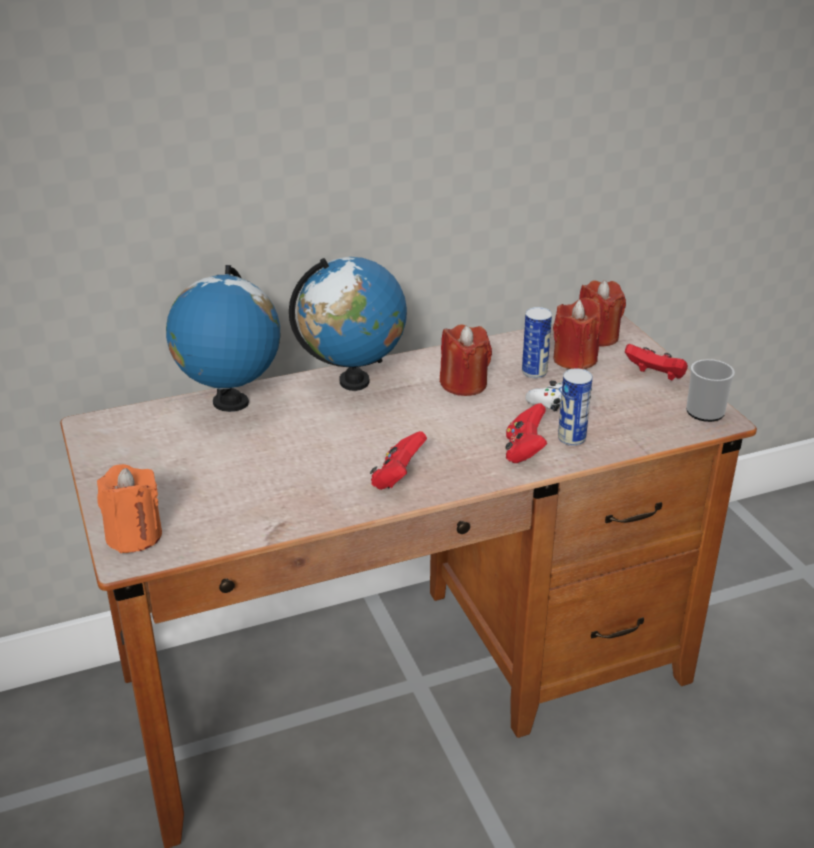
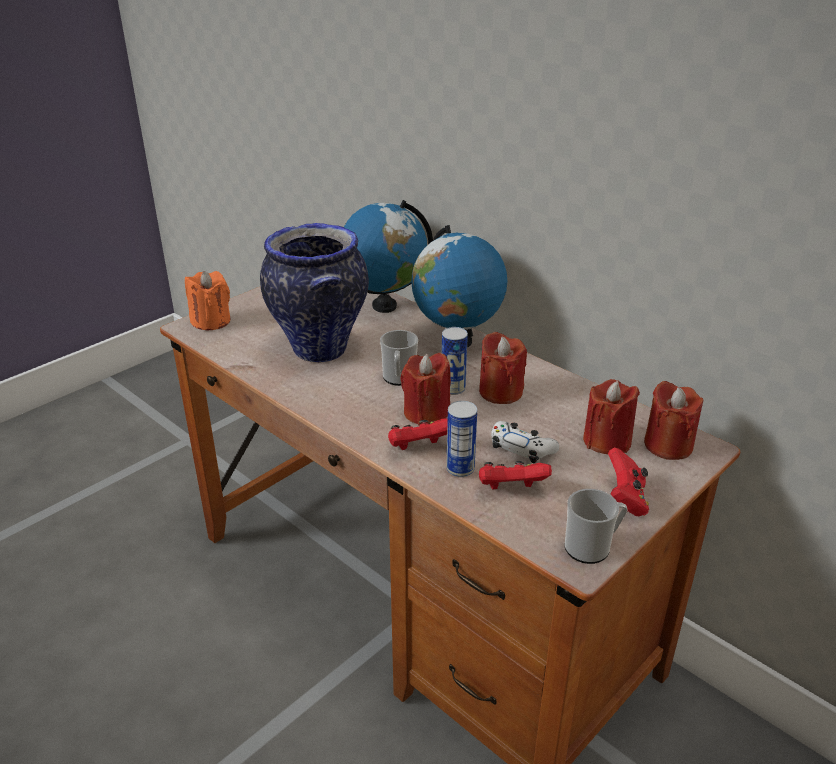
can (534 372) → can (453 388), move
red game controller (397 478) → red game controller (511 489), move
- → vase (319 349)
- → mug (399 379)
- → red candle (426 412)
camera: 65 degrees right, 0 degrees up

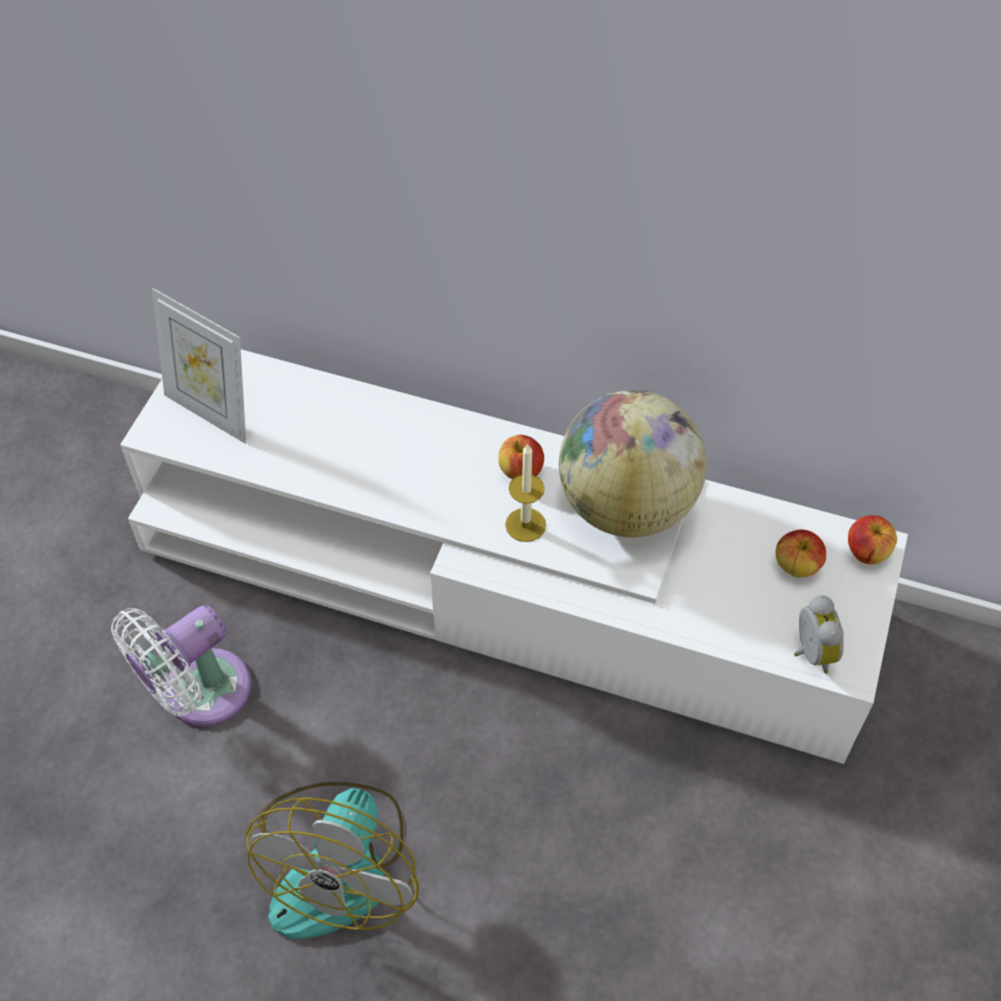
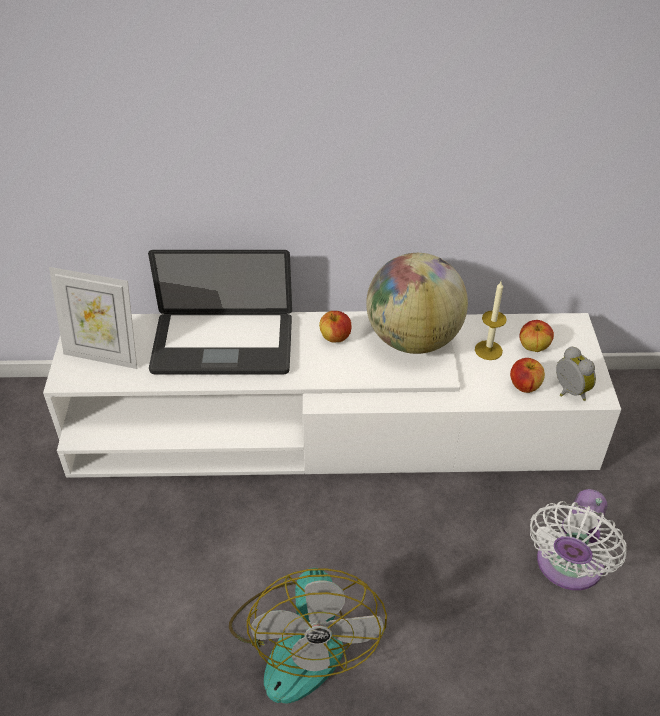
candle (525 525) → candle (488 350), move
apple (866 552) → apple (524 386), move
white fan (199 694) → white fan (567 567), move
- → laptop (223 345)
camera: 20 degrees left, 10 degrees down

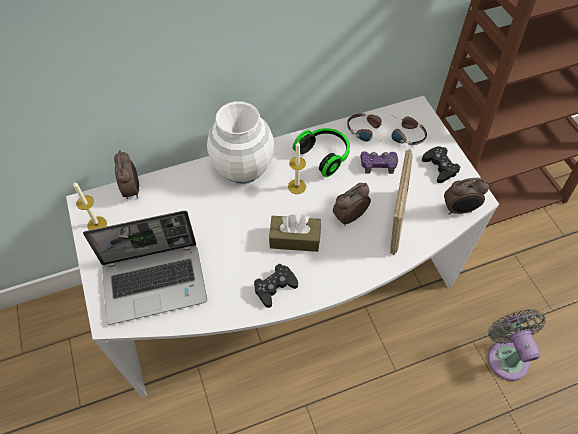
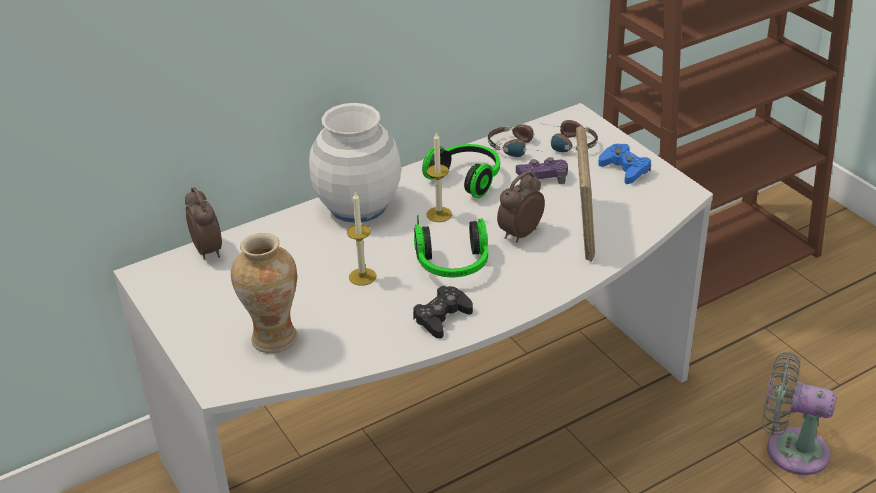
black game controller (440 167) → blue game controller (624 169)
alarm clock (459 210) → -
candle (97 224) → candle (362 276), move
laptop (155 282) → vase (273 337)
brown tissue box (294 239) → headphones (453 266)
grey fan (505 356) → grey fan (790 449), 45 degrees counterclockwise
camera: 10 degrees left, 20 degrees down

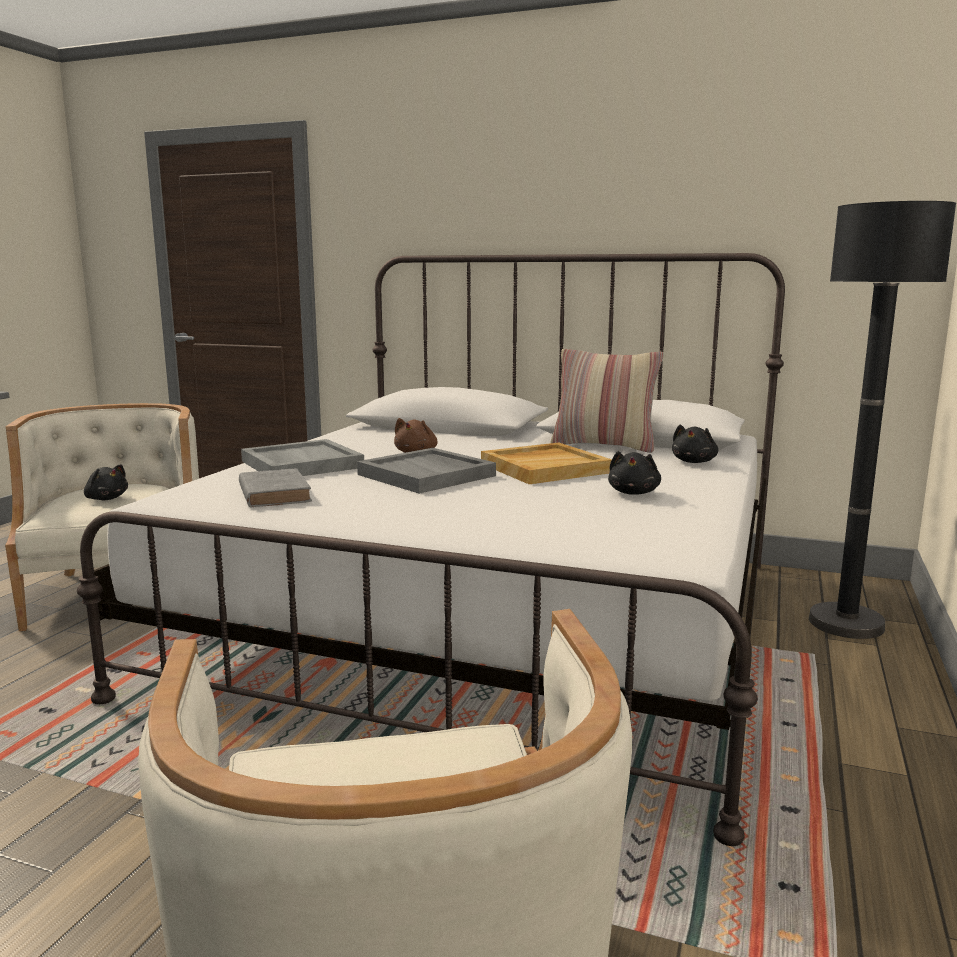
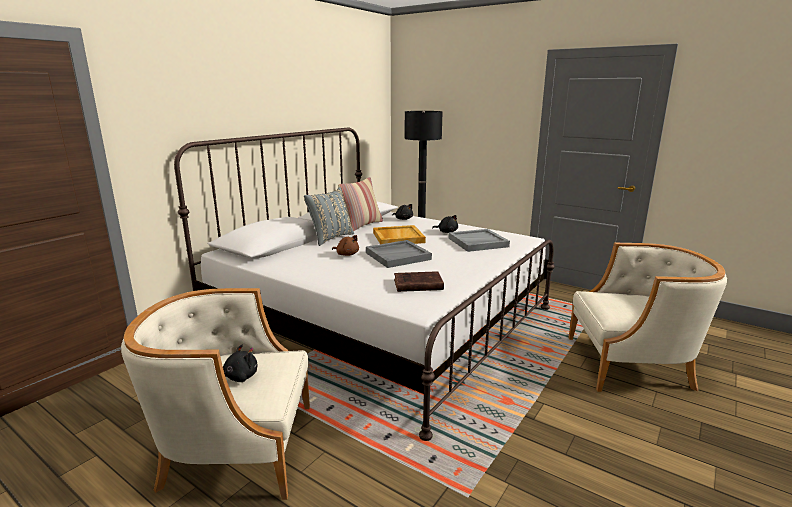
grey tray (301 464) → grey tray (477 242), move
grey book (274 493) → brown book (416 285)
- → grey pillow (330 238)
camera: 75 degrees left, 5 degrees up

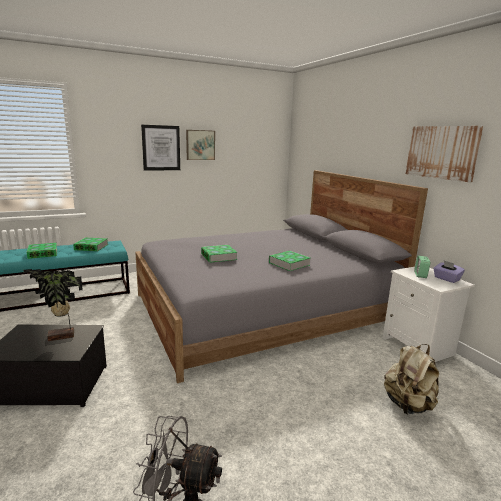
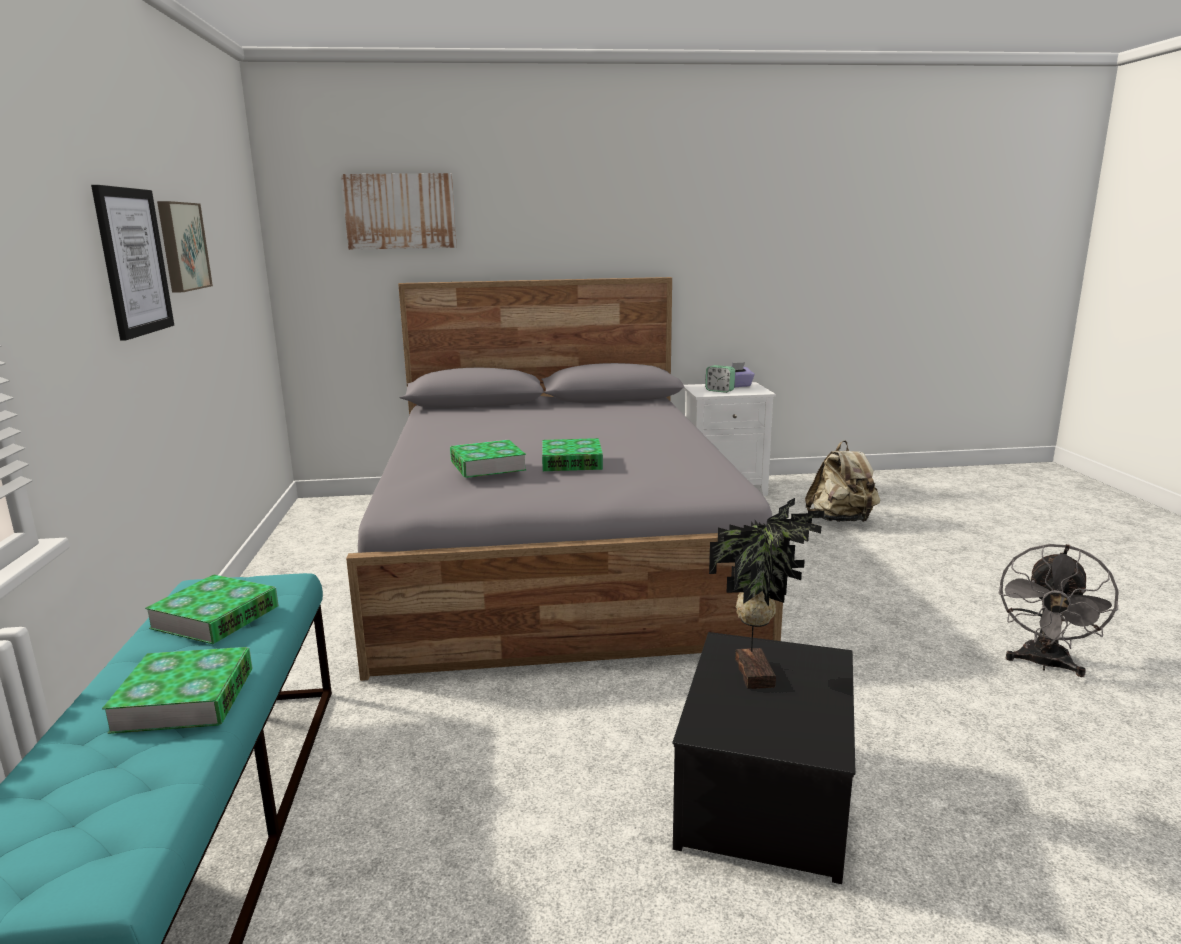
picture (442 152) → picture (400 211), move
book (289 264) → book (487 465), move
camera: 70 degrees left, 0 degrees up

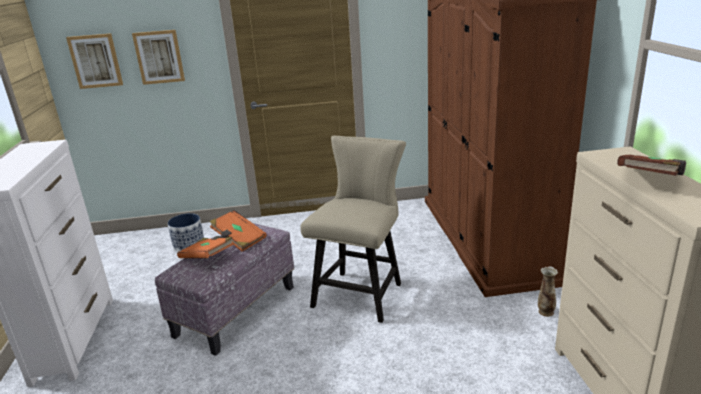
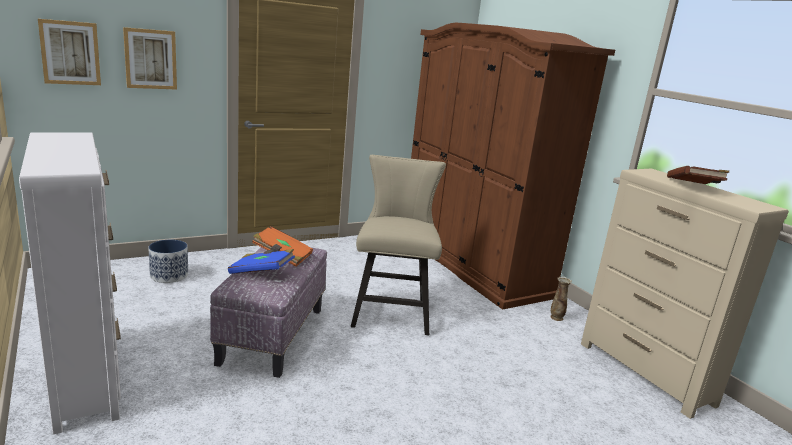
orange book (208 257) → blue book (262 272)
camera: 25 degrees left, 5 degrees down

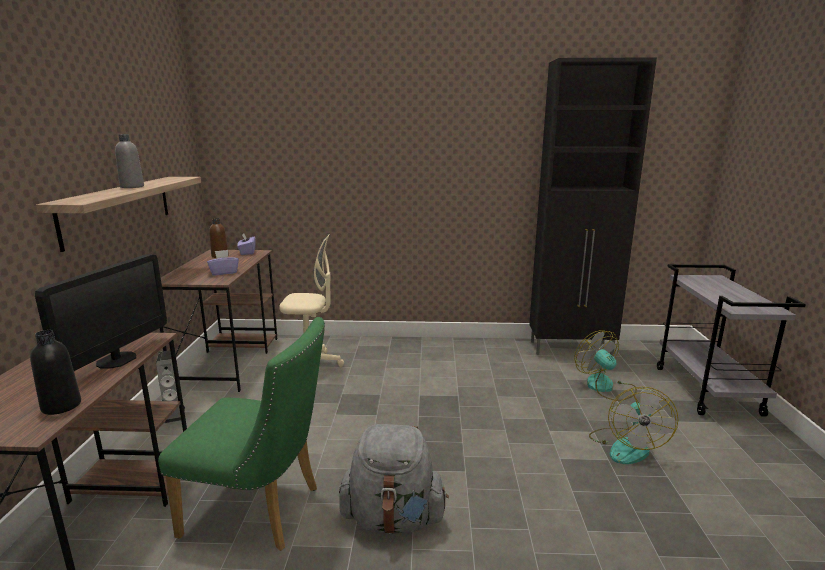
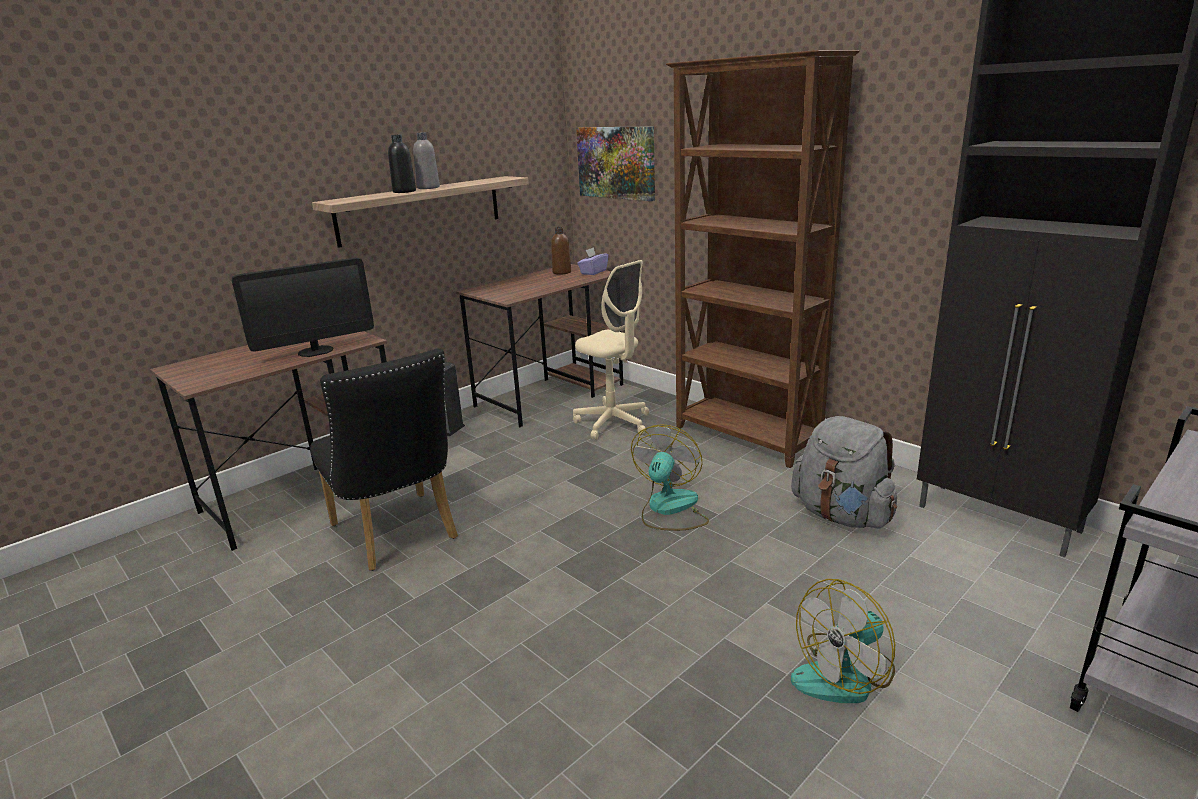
purple tissue box (224 272) → -
green chair (261 512) → black chair (398 536)
black bottle (61 406) → black bottle (404 191), move
fan (605 387) → fan (669 509), move
grey backpack (393 519) → grey backpack (842 515), move
- → brown bookcase (746 438)
- → picture (616 162)
camera: 45 degrees right, 5 degrees up

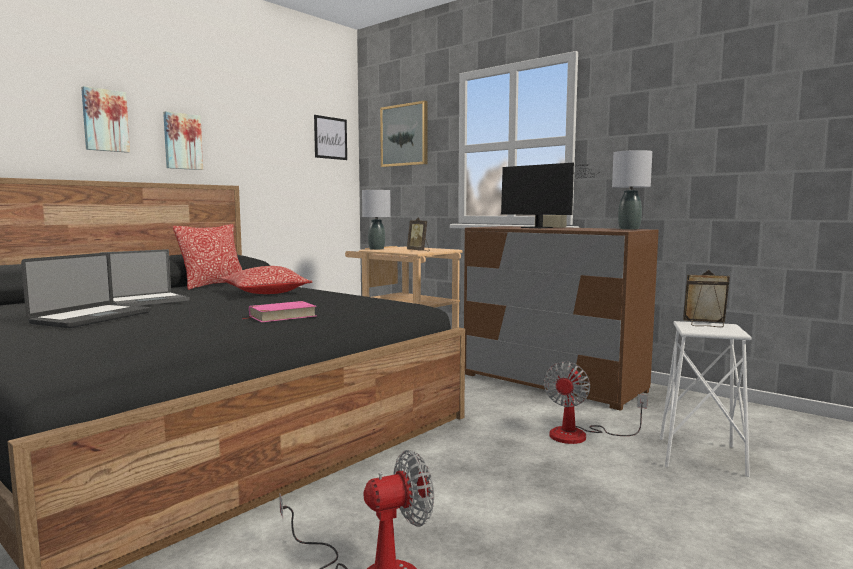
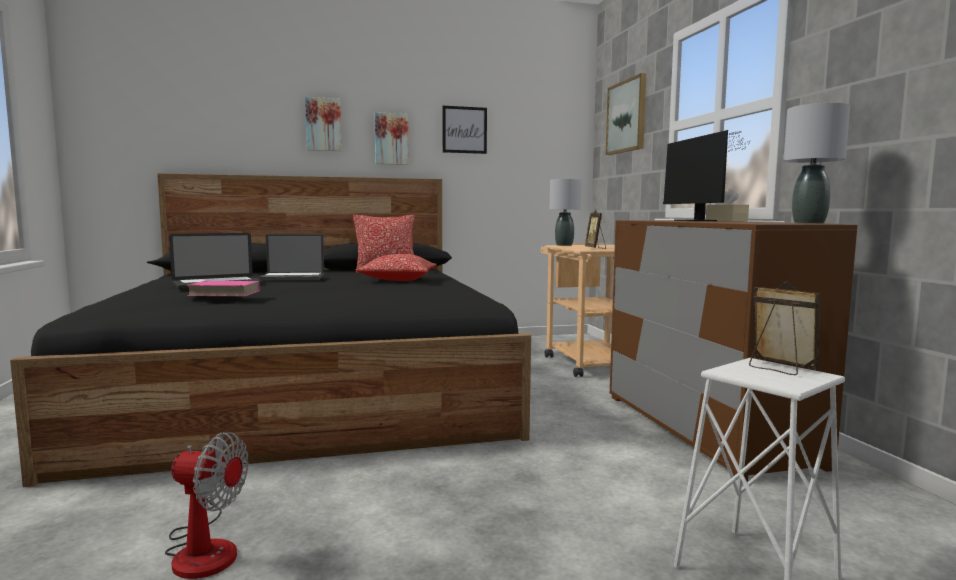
picture (330 138) → picture (464 130), move
pink book (282 316) → pink book (224 293), move
fan (580 435) → -
camera: 35 degrees right, 0 degrees up

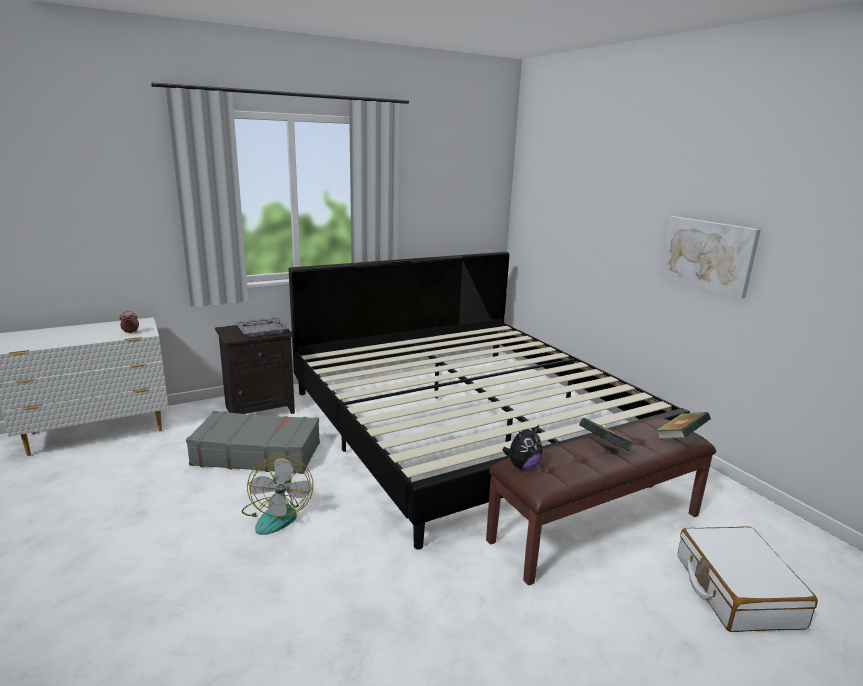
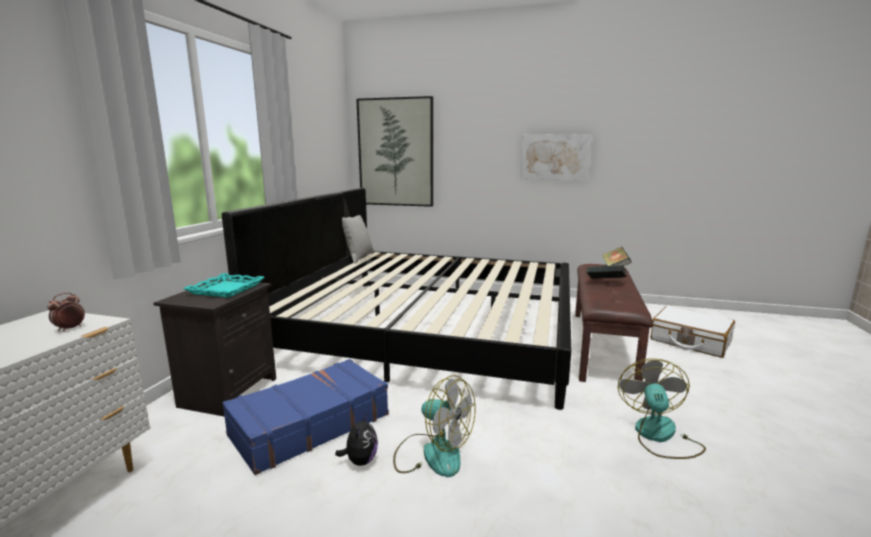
grey tray (262 331) → turquoise tray (227 289)
grey suitcase (257 453) → blue suitcase (309 424)
plush toy (522 466) → plush toy (360 461), move
- → picture (395 152)
- → grey pillow (358 258)
- → fan (659 436)
camera: 45 degrees left, 5 degrees down

